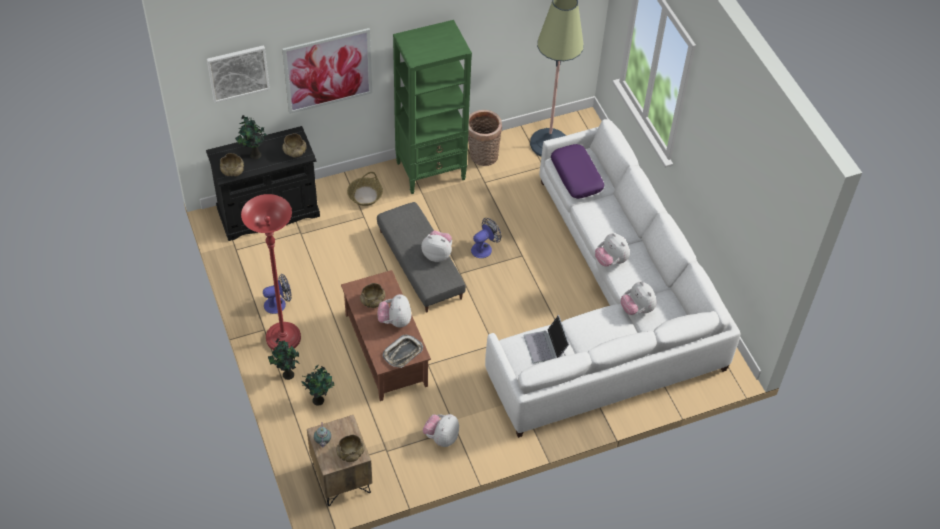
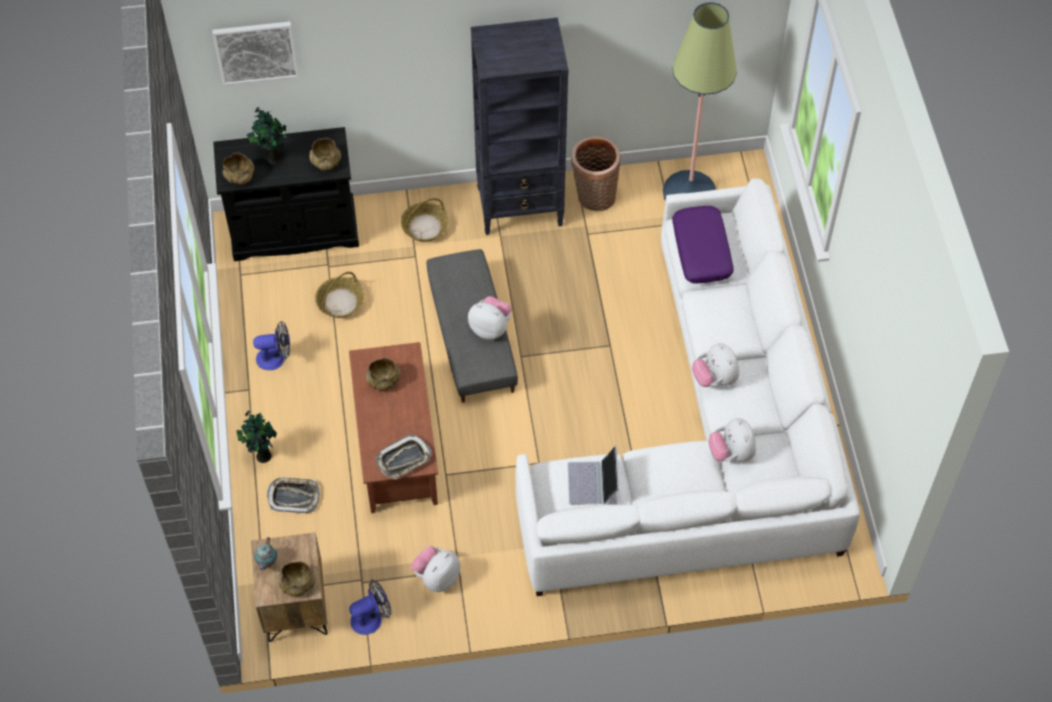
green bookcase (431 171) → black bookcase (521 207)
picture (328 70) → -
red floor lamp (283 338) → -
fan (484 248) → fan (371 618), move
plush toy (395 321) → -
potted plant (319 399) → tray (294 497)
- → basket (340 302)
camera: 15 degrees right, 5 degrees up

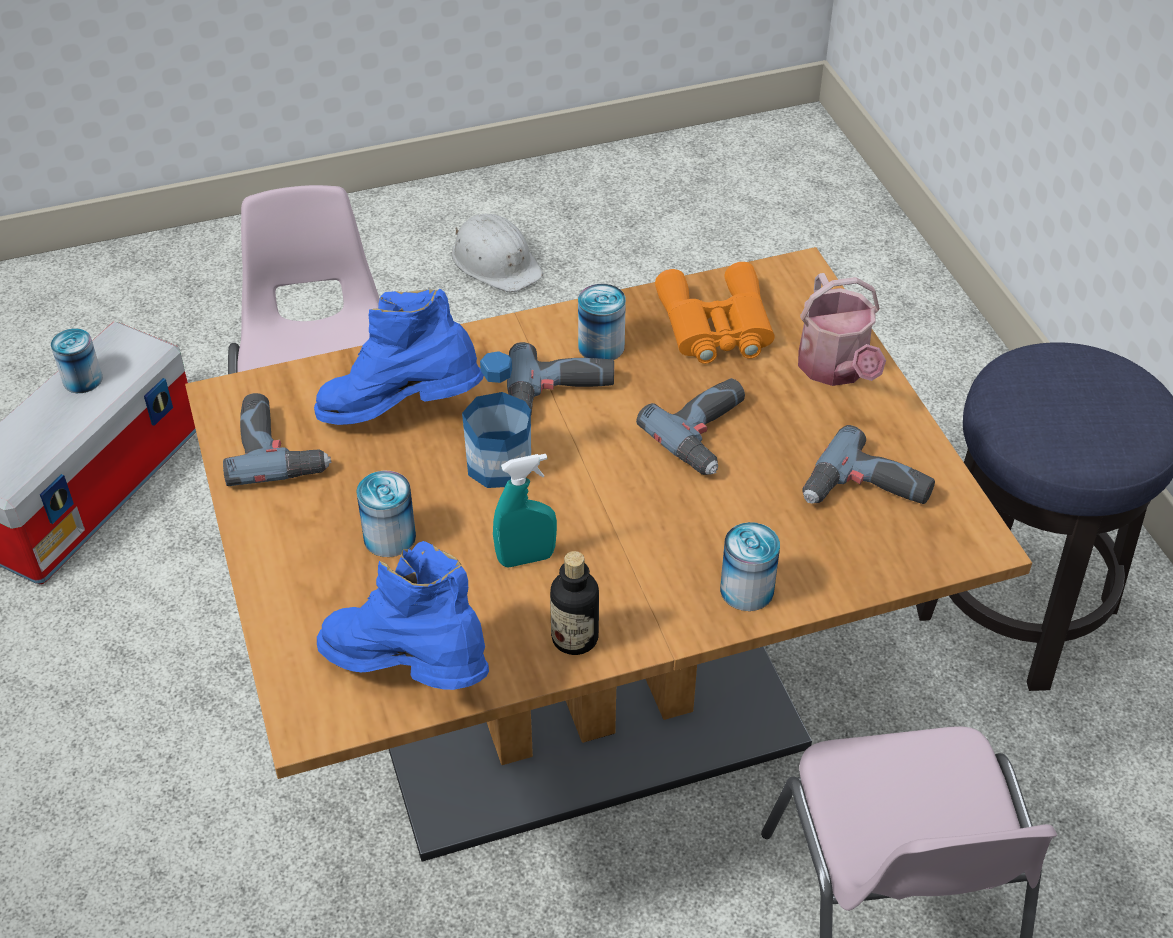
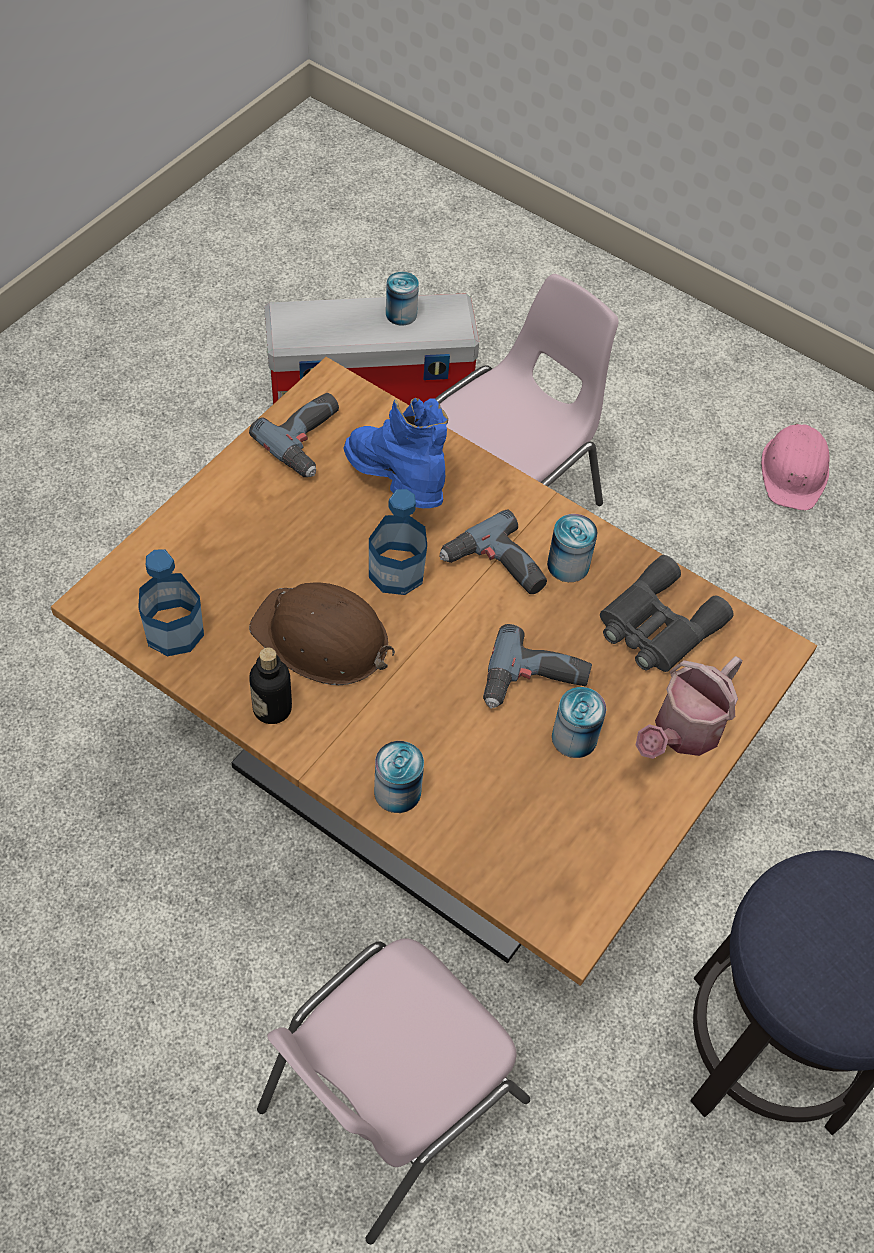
white hard hat (496 262) → pink hard hat (794 472)
orange binoculars (715 326) → grey binoculars (656 626)
power drill (866 493) → -
turquoise spray bottle (526 558) → brown hard hat (322 638)
can (389 537) → can (574 737), move
blue boot (409 672) → bottle (174 631)
camera: 50 degrees right, 10 degrees up

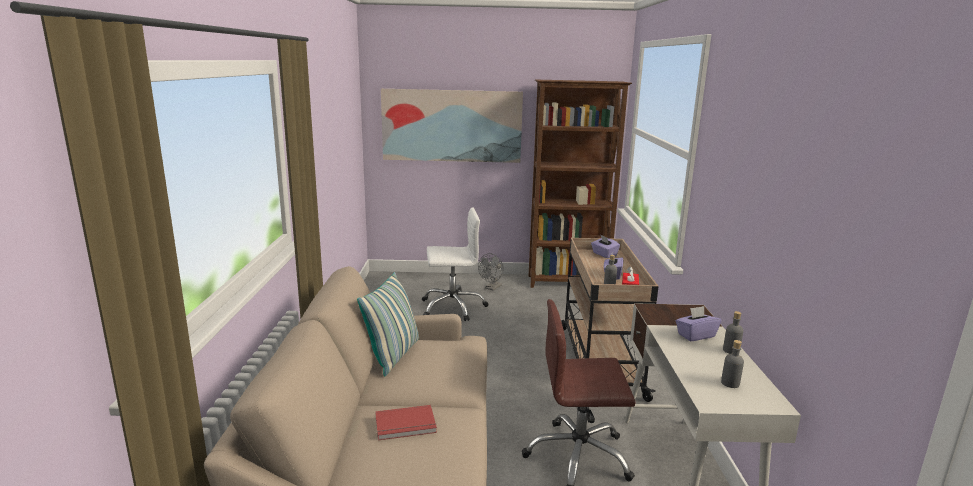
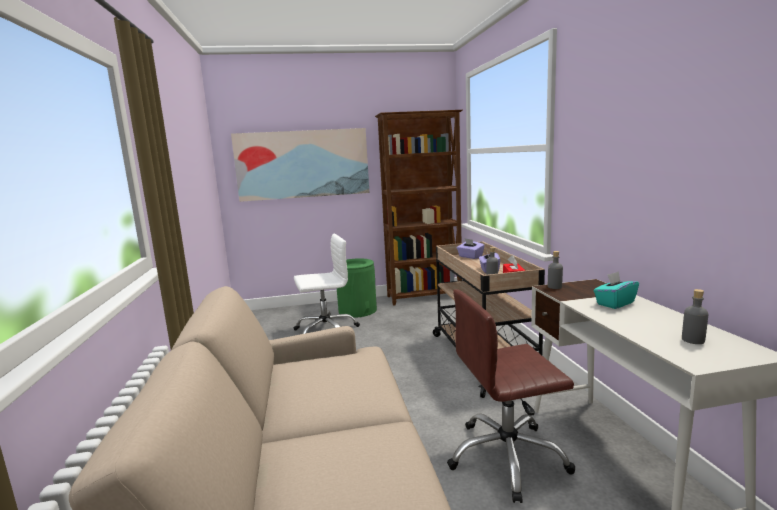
grey fan (492 288) → green trash can (357 310)
pillow (393 355) → -
purple tissue box (695 335) → turquoise tissue box (614 303)
grey bottle (731 350) → grey bottle (554 287), move
red book (406 425) → -
camera: 10 degrees left, 5 degrees down

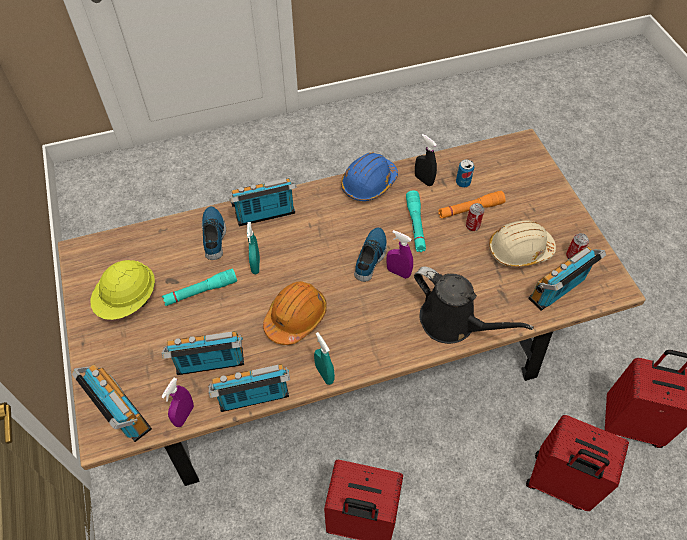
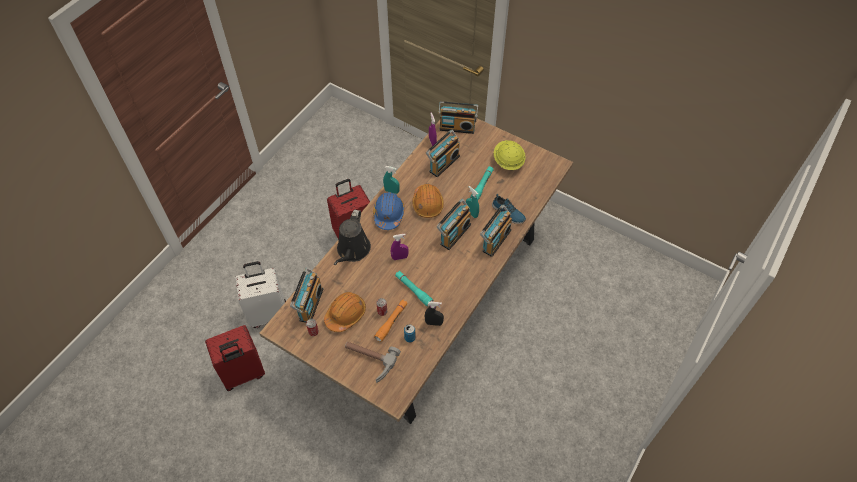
blue hard hat (368 183) → blue hard hat (388 214), move
beige hard hat (519 250) → orange hard hat (345 314)
shoe (371 257) → -
black watering can (452 322) → black watering can (352 251), 75 degrees counterclockwise
radio (254 399) → radio (454 233), move
red suitcase (559 483) → white suitcase (268 313)
- → hammer (368 361)
camera: 140 degrees right, 0 degrees up

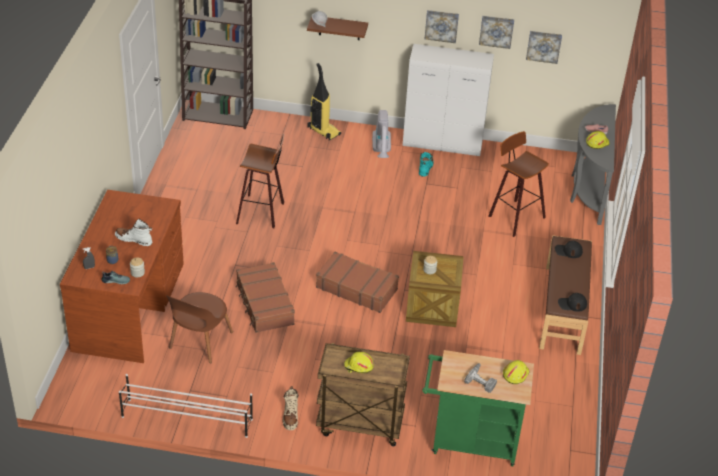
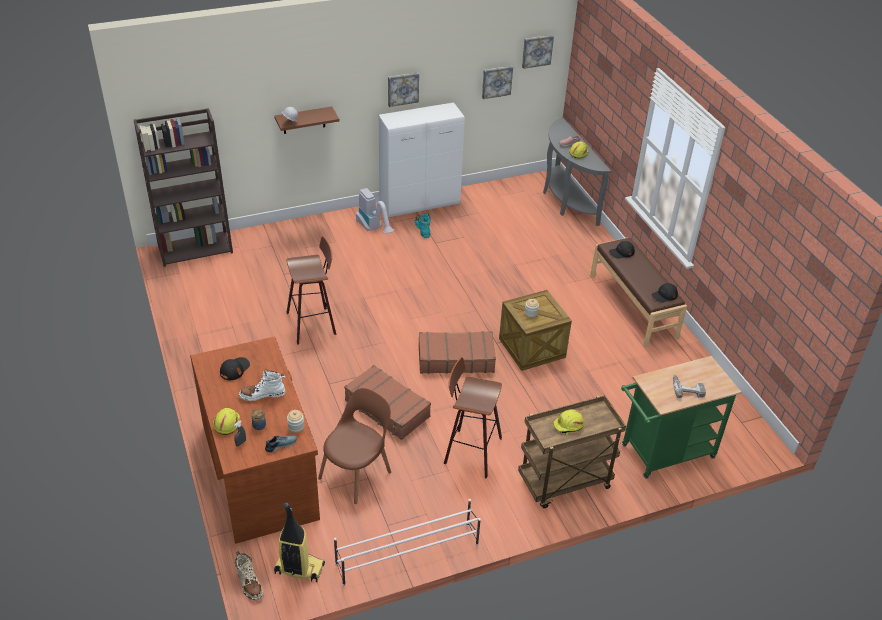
picture (496 31) → picture (536 51), move
vacuum cleaner (323 131) → vacuum cleaner (298 569), move
stool (514 216) → stool (470 451), move
brown chair (199 342) → brown chair (357 473), 135 degrees counterclockwise
yellow hard hat (515 374) → yellow hard hat (226 423), move
beige boot (290 416) → beige boot (249 584), move
- → black cap (234 369)
camera: 30 degrees left, 0 degrees up

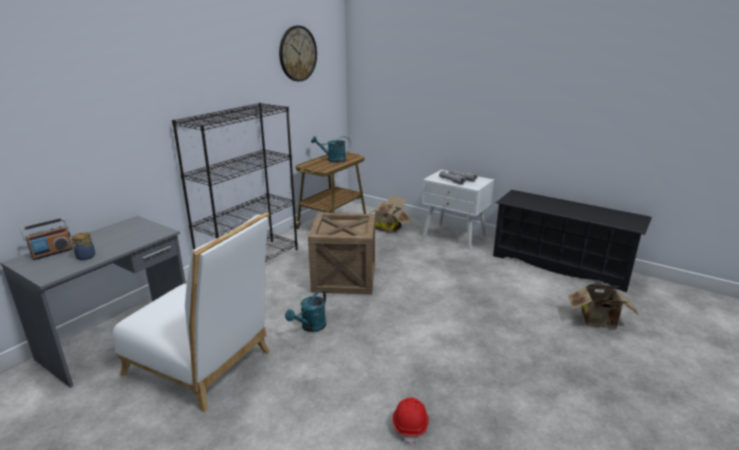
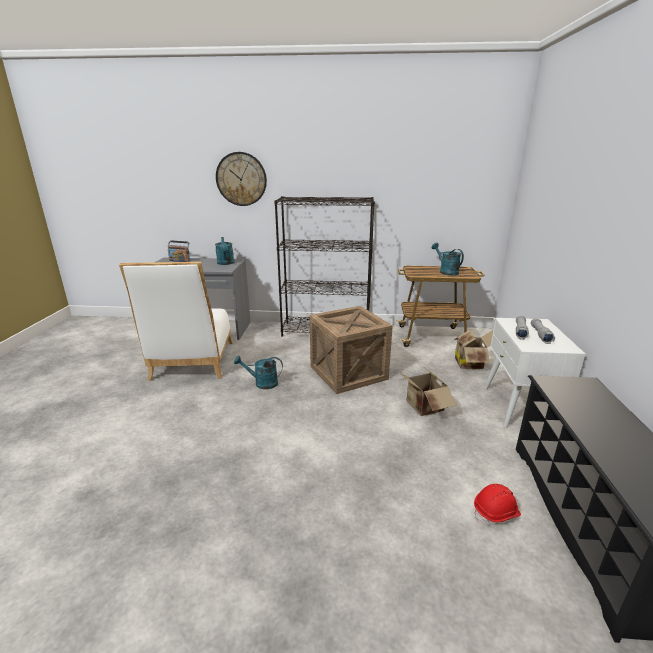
wall clock (297 53) → wall clock (241 179), move
cardboard box (600 322) → cardboard box (422 408), move
red hard hat (410 425) → red hard hat (496 513), move
- → turquoise watering can (226 263)
camera: 60 degrees right, 0 degrees up

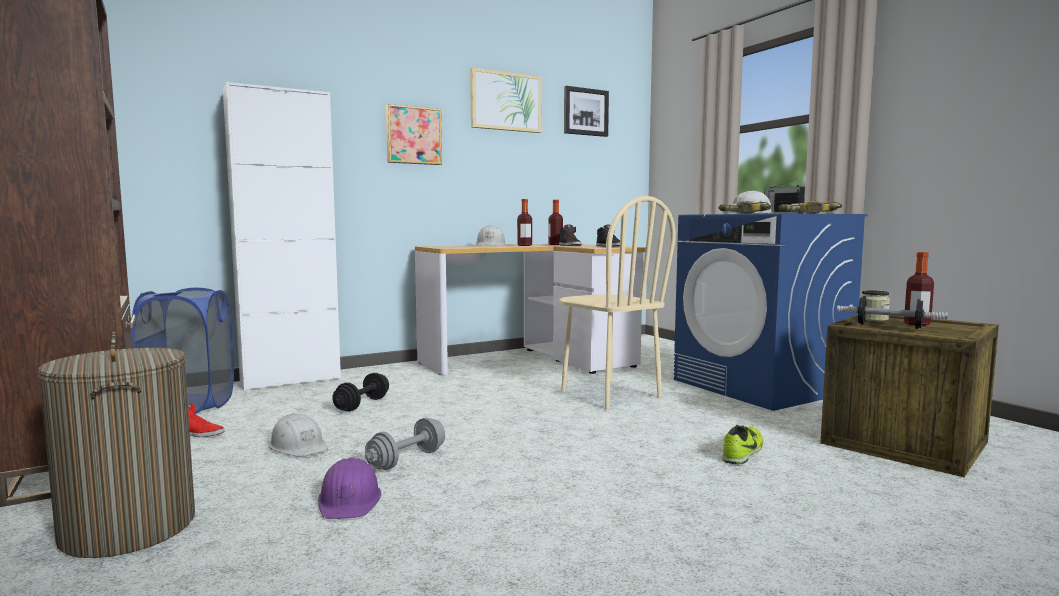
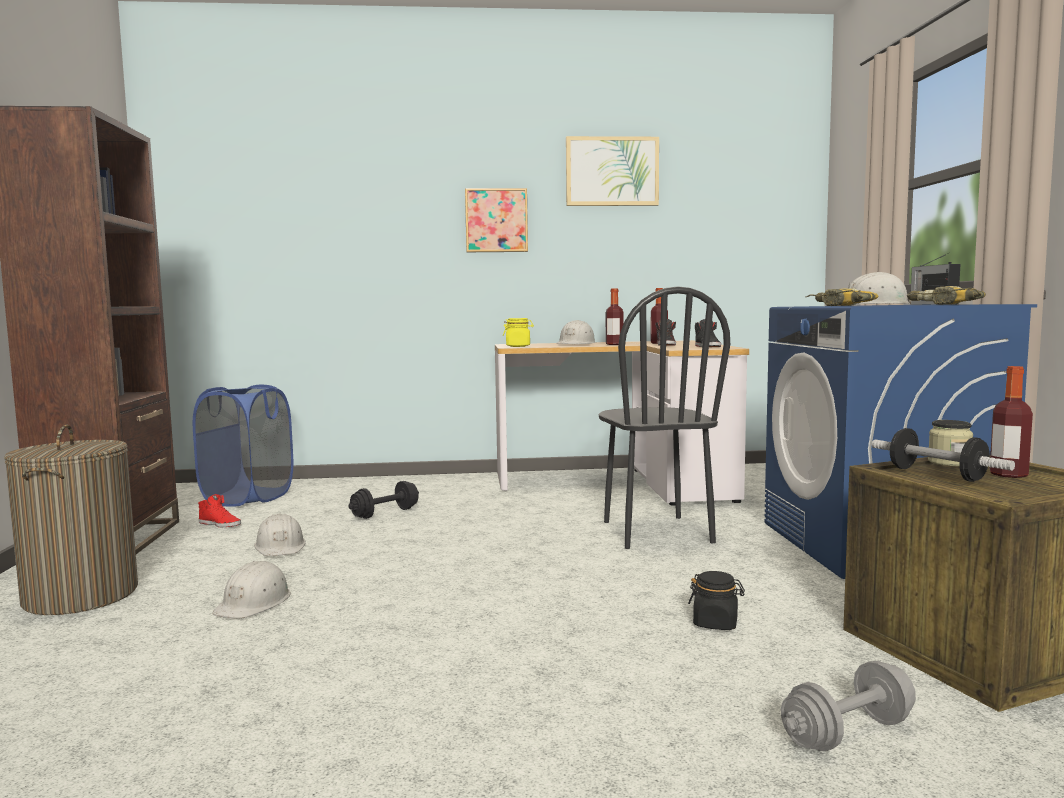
white cabinet (290 380) → -
picture (585 112) → -
beige chair (609 394) → black chair (655 532)
grey dumbbell (407 460) → grey dumbbell (848 733), move
shoe (742 452) → black jar (715 623)
purple hard hat (350 500) → white hard hat (254 602)
- → yellow jar (518 346)
camera: 25 degrees right, 0 degrees up

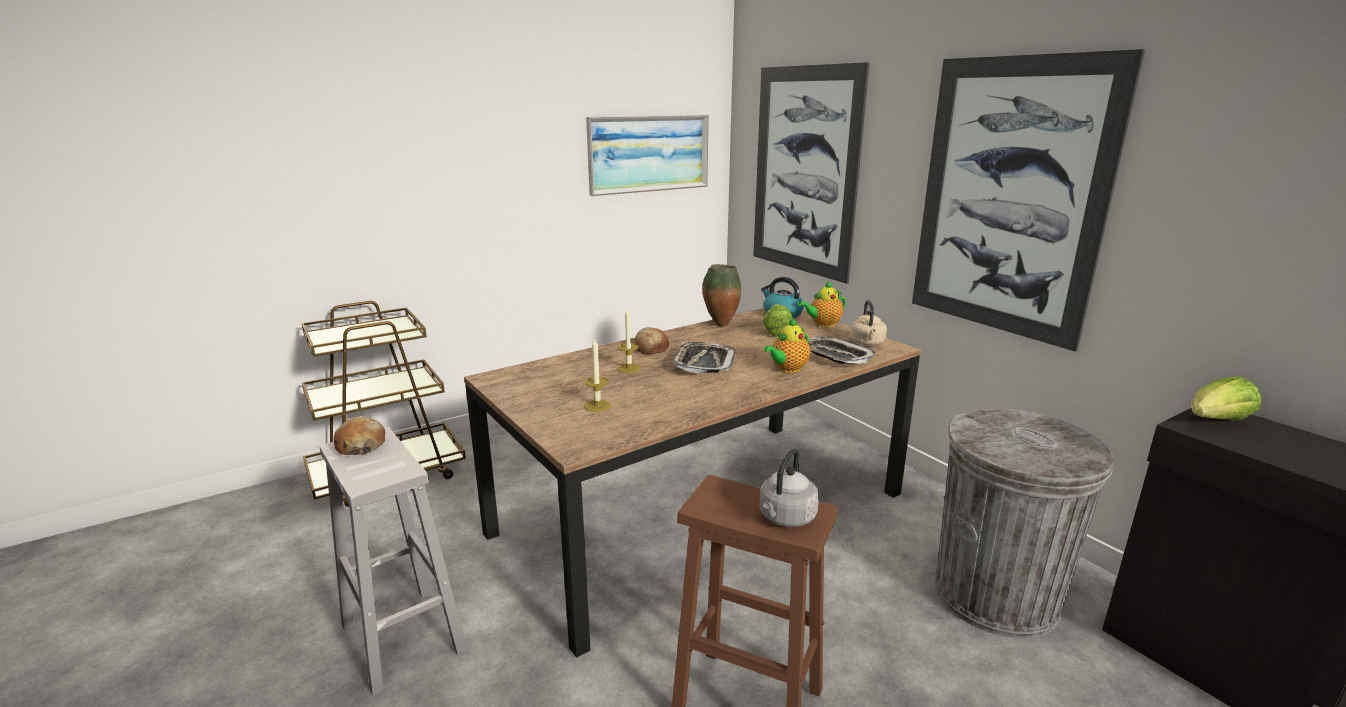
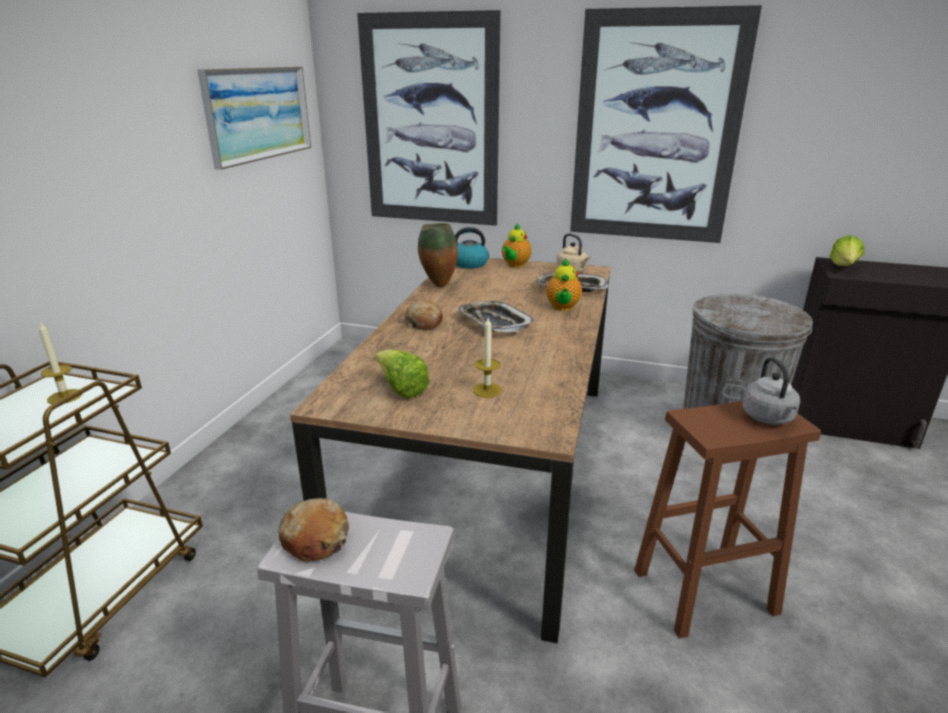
lettuce (776 332) → lettuce (401 389), move
candle (629 368) → candle (65 397), move
camera: 40 degrees left, 5 degrees up

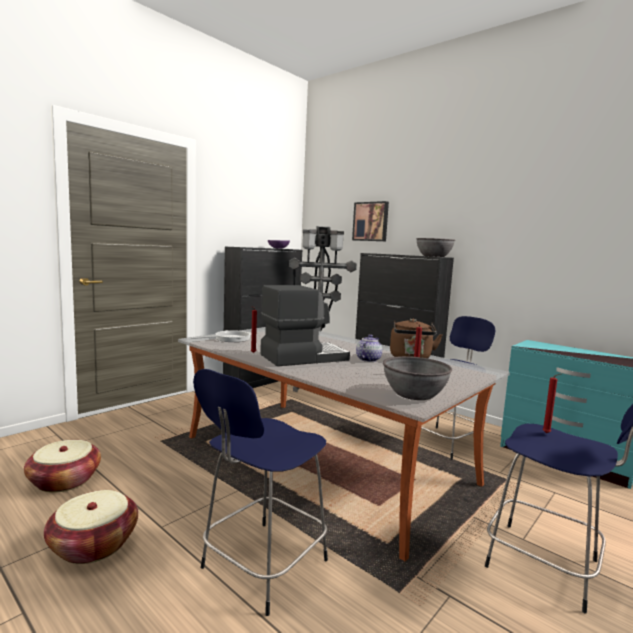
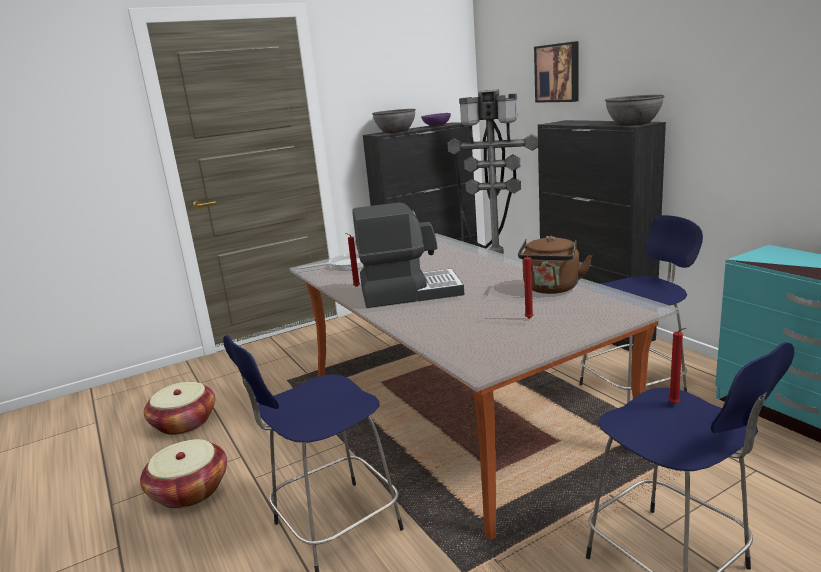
teapot (367 359) → -
grey bowl (414 394) → grey bowl (395 131), move
camera: 20 degrees right, 10 degrees up

